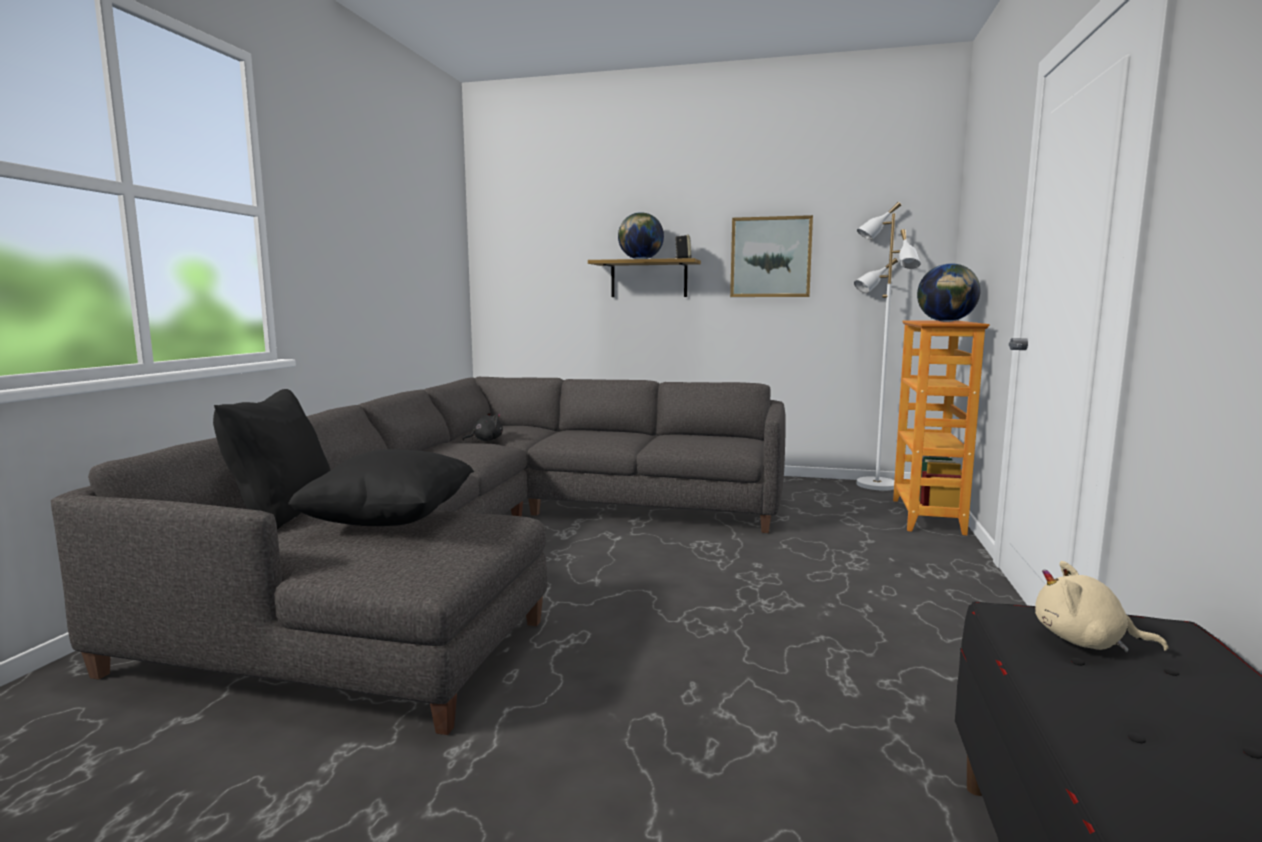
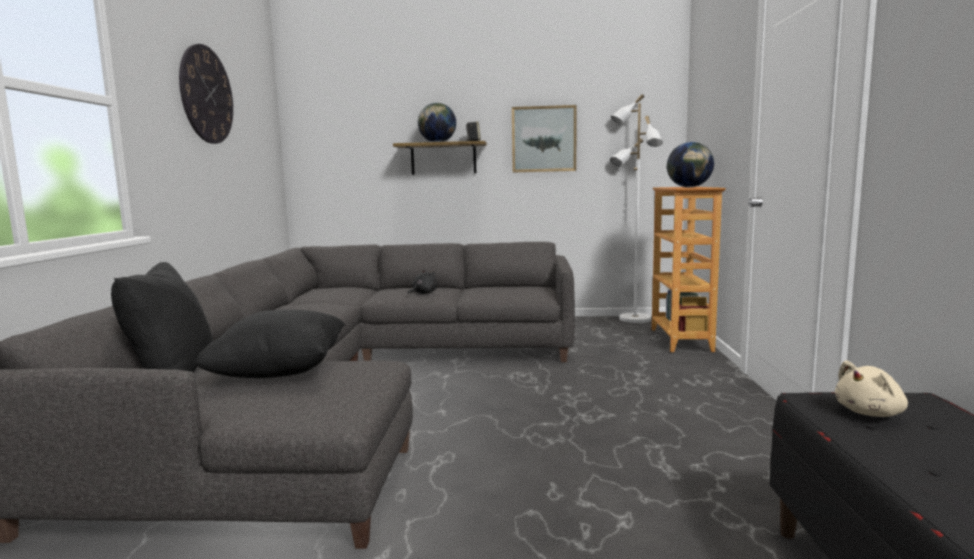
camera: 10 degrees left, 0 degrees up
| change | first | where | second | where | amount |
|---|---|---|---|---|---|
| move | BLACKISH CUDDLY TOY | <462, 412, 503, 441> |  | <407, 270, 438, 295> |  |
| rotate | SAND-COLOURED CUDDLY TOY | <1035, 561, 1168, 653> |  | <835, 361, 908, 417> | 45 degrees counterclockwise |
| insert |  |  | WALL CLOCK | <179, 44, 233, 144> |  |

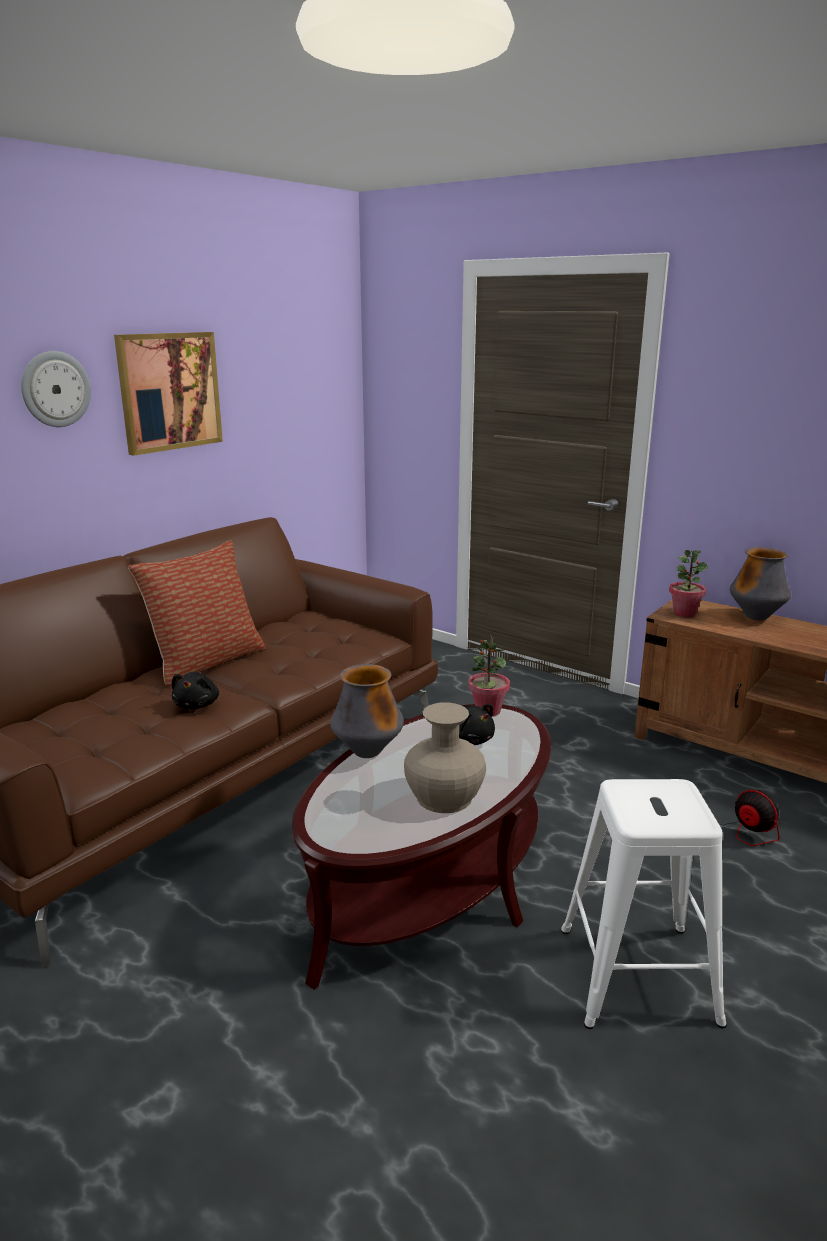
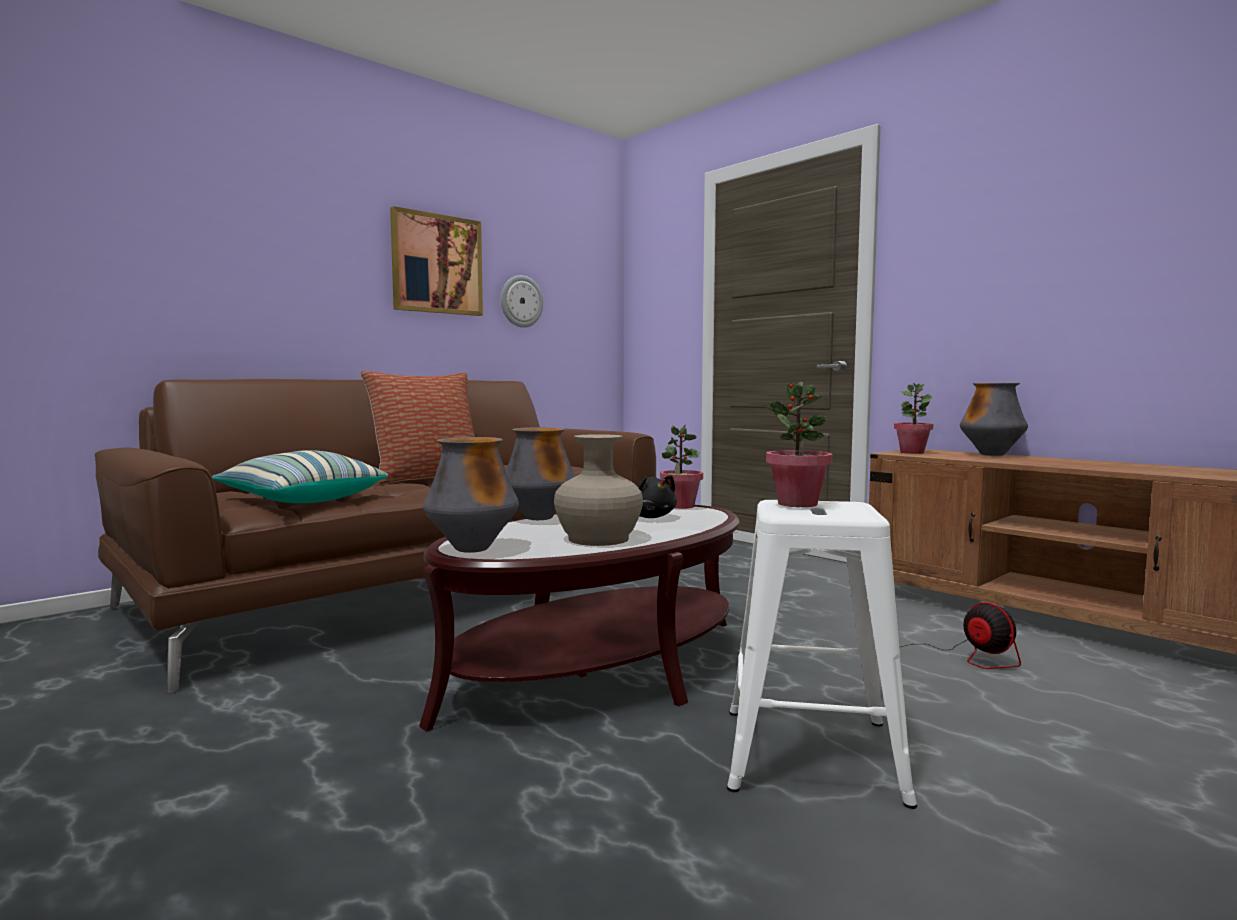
camera: 10 degrees right, 15 degrees down
| change | first | where | second | where | amount |
|---|---|---|---|---|---|
| move | WALL CLOCK | <21, 351, 91, 427> |  | <501, 275, 543, 328> |  |
| delete | BLACKISH CUDDLY TOY | <171, 672, 219, 709> |  |  |  |
| insert |  |  | CUSHION | <212, 450, 388, 503> |  |
| insert |  |  | DECORATIVE VASE | <423, 437, 519, 553> |  |
| insert |  |  | PLANT IN A POT | <766, 382, 832, 507> |  |

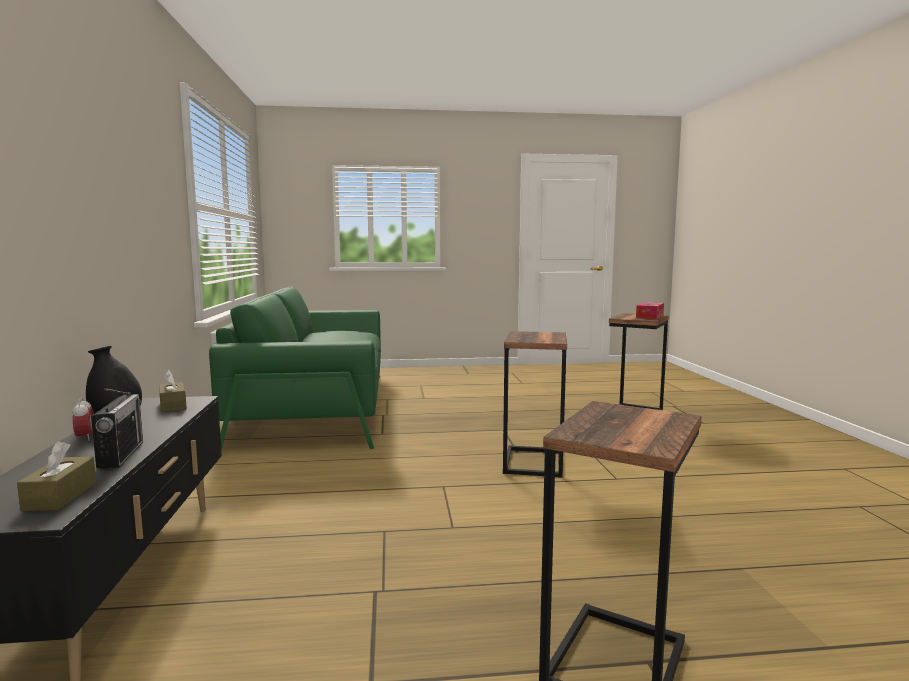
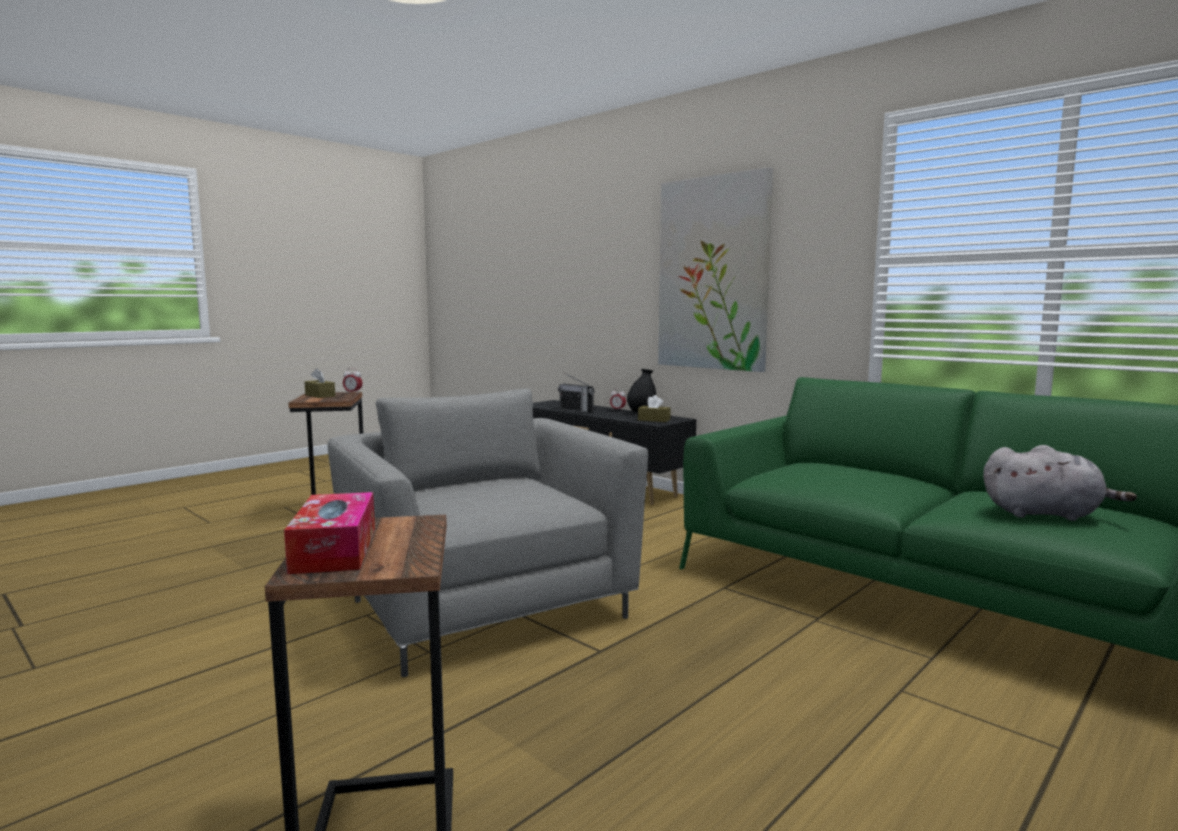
camera: 140 degrees right, 0 degrees up
| change | first | where | second | where | amount |
|---|---|---|---|---|---|
| move | BROWNISH TISSUE BOX | <17, 441, 96, 511> |  | <305, 368, 335, 398> |  |
| replace | ACCENT TABLE | <503, 331, 567, 478> | GREY ARMCHAIR | <327, 388, 648, 677> |  |
| insert |  |  | ALARM CLOCK | <343, 368, 362, 394> |  |
| insert |  |  | WALL PICTURE | <658, 167, 773, 372> |  |
| insert |  |  | GREY CUDDLY TOY | <983, 445, 1137, 521> |  |

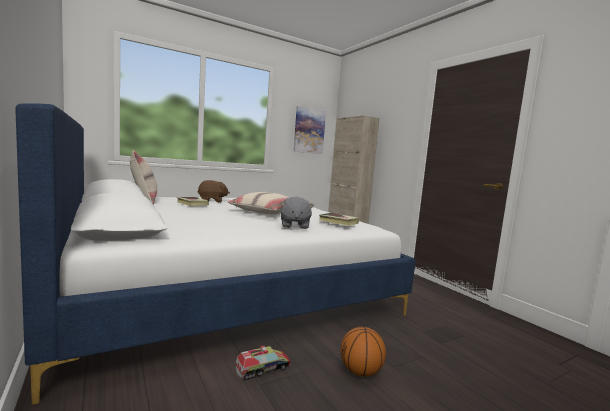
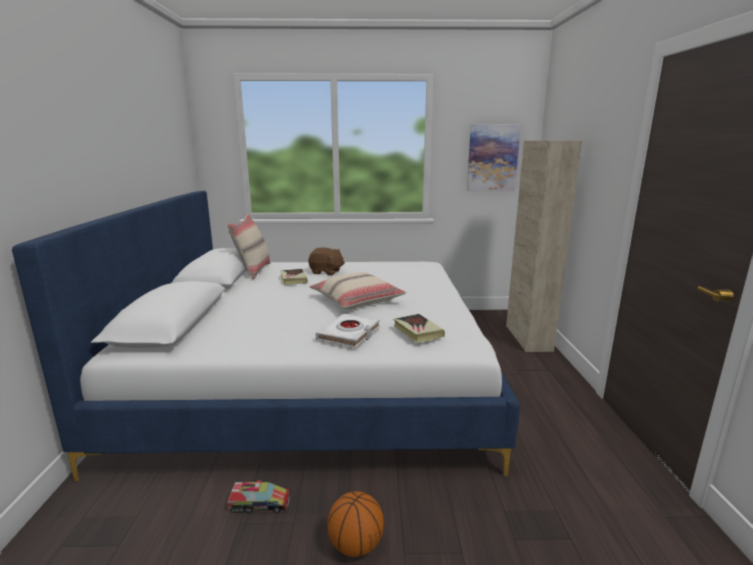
camera: 30 degrees right, 10 degrees up
| change | first | where | second | where | amount |
|---|---|---|---|---|---|
| replace | GREY CUDDLY TOY | <280, 197, 314, 229> | WHITISH BOUND BOOK | <316, 313, 380, 348> |  |

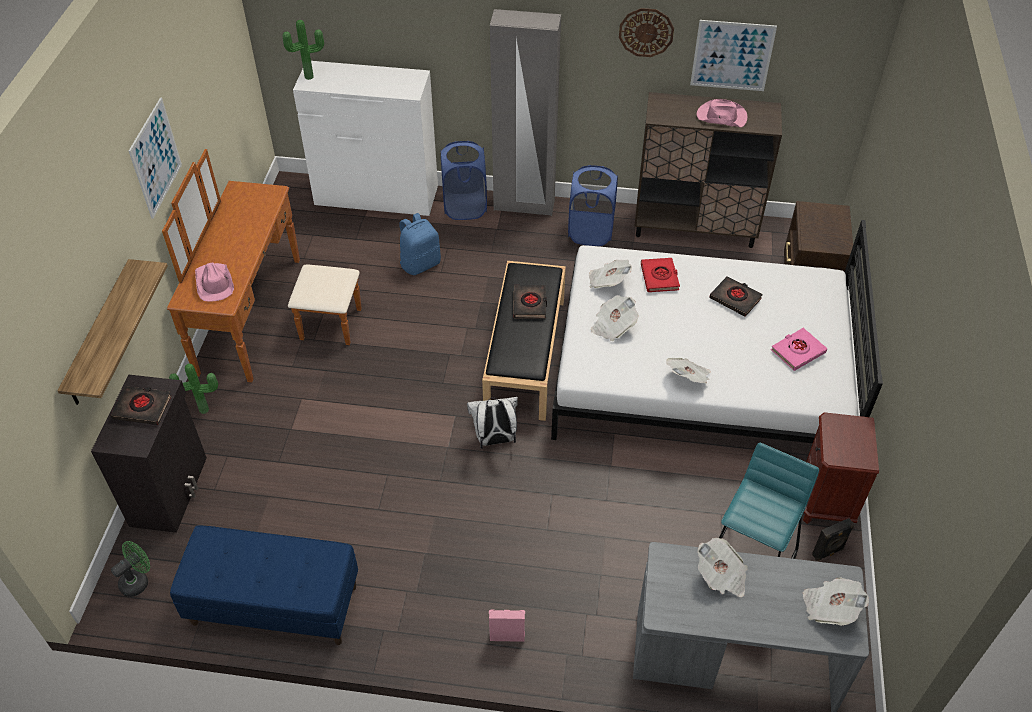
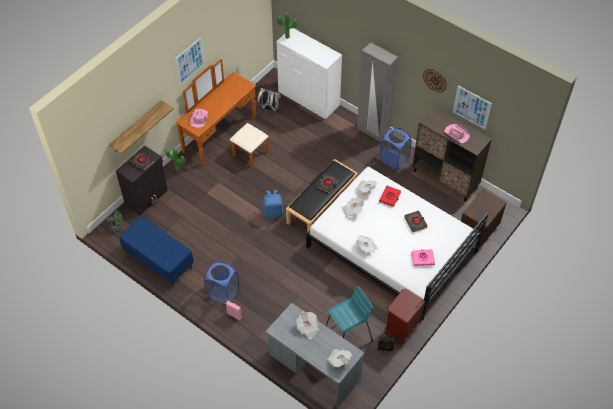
camera: 30 degrees right, 5 degrees up
| change | first | where | second | where | amount |
|---|---|---|---|---|---|
| move | BLUE RUCKSACK | <399, 213, 441, 275> |  | <262, 190, 284, 218> |  |
| move | BLUE HAMPER | <440, 141, 487, 220> |  | <204, 261, 239, 305> |  |
| move | WHITISH RUCKSACK | <467, 397, 518, 449> |  | <258, 88, 281, 111> |  |

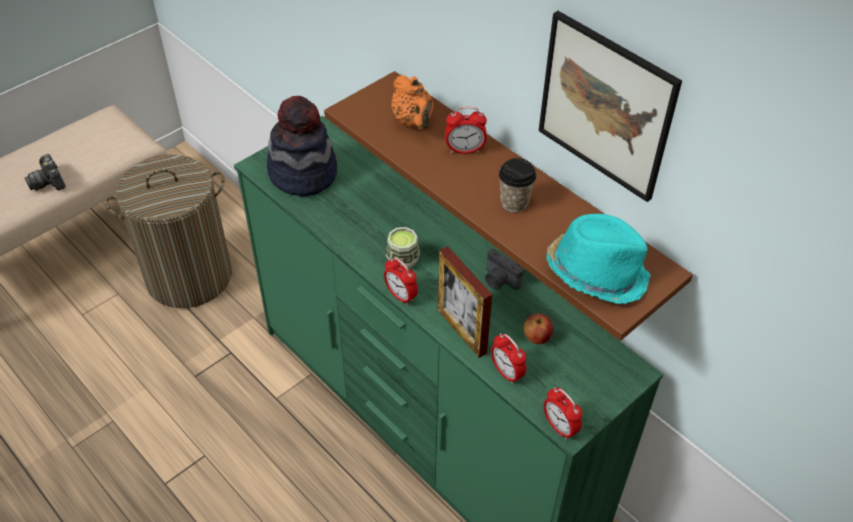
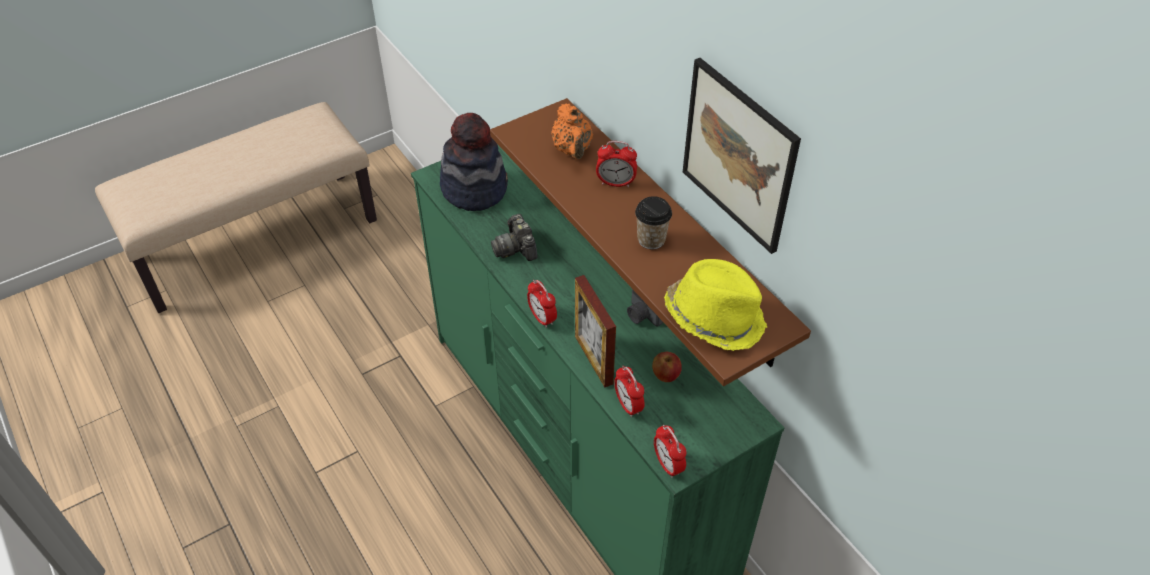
camera: 10 degrees right, 0 degrees up
| change | first | where | second | where | amount |
|---|---|---|---|---|---|
| move | STILL CAMERA | <25, 154, 66, 191> |  | <491, 214, 538, 261> |  |
| delete | HAMPER | <106, 155, 232, 308> |  |  |  |
| delete | CUP | <386, 227, 420, 269> |  |  |  |
| recolor | BLUE-GREEN HAT | <546, 214, 651, 304> | YELLOW-COLOURED HAT | <664, 259, 767, 351> |  |

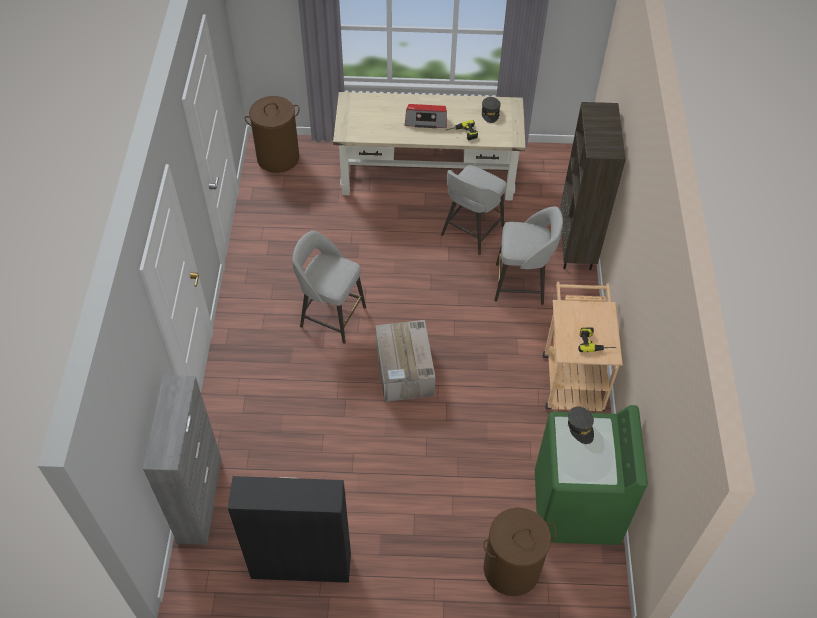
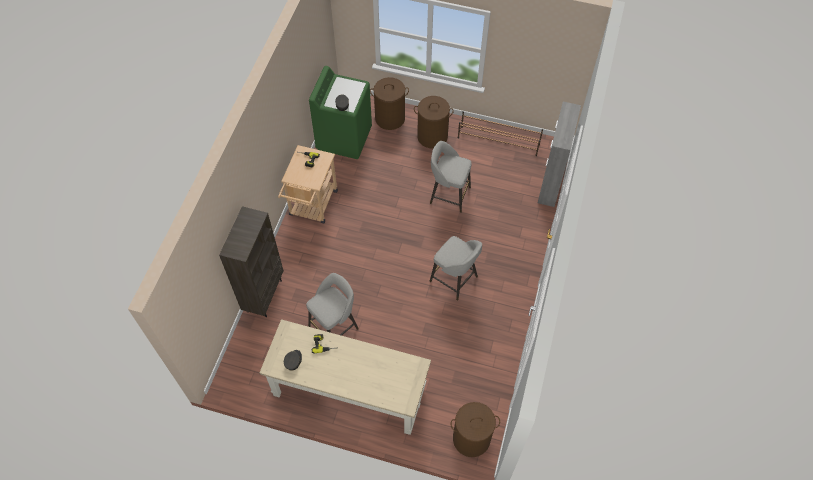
camera: 165 degrees left, 5 degrees up
| change | first | where | second | where | amount |
|---|---|---|---|---|---|
| replace | BLACKISH CUPBOARD | <228, 476, 351, 583> | BROWNISH SHOE SHELF | <458, 111, 543, 156> |  |
| delete | CARDBOARD BOX | <375, 320, 436, 402> |  |  |  |
| delete | RADIO | <405, 104, 447, 128> |  |  |  |
| move | GREY STOOL | <494, 206, 563, 305> |  | <430, 141, 471, 213> |  |
| insert |  |  | BROWNISH HAMPER | <414, 96, 454, 148> |  |

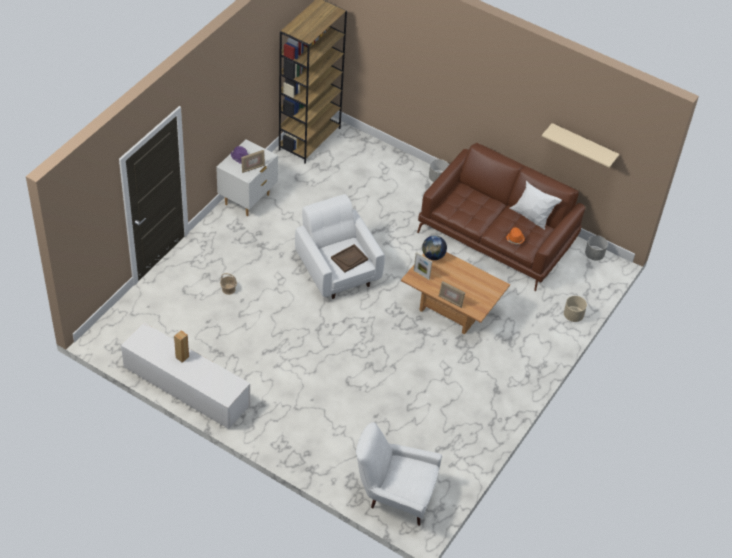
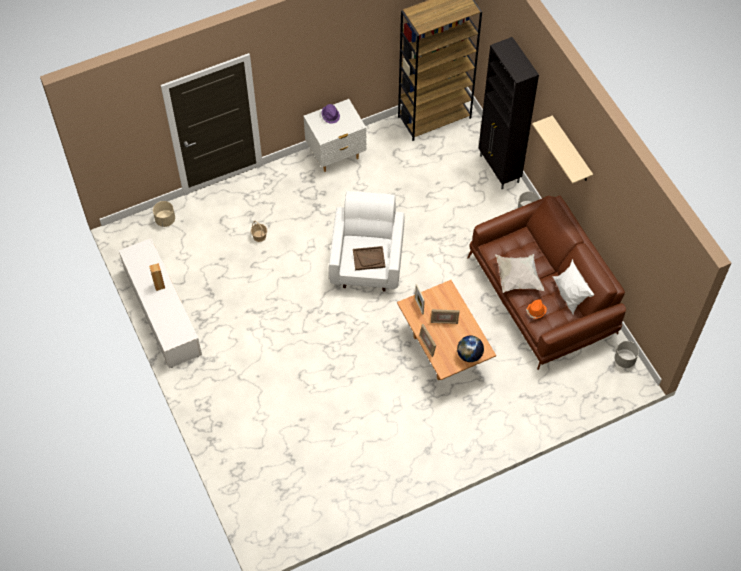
camera: 35 degrees right, 10 degrees up
| change | first | where | second | where | amount |
|---|---|---|---|---|---|
| move | STANDING FRAME | <241, 150, 265, 173> |  | <431, 309, 460, 324> |  |
| delete | WHITISH ARMCHAIR | <356, 422, 442, 526> |  |  |  |
| move | GLOBE | <422, 235, 447, 260> |  | <457, 336, 484, 362> |  |
| move | SAND-COLOURED BRACKET SHELF | <542, 123, 619, 168> |  | <532, 115, 593, 184> |  |
| move | SAND-COLOURED PLANTER | <564, 296, 587, 322> |  | <153, 201, 175, 227> |  |
| insert |  |  | BLACKISH CUPBOARD | <478, 37, 539, 189> |  |
| insert |  |  | WHITISH CUSHION | <495, 254, 544, 293> |  |

